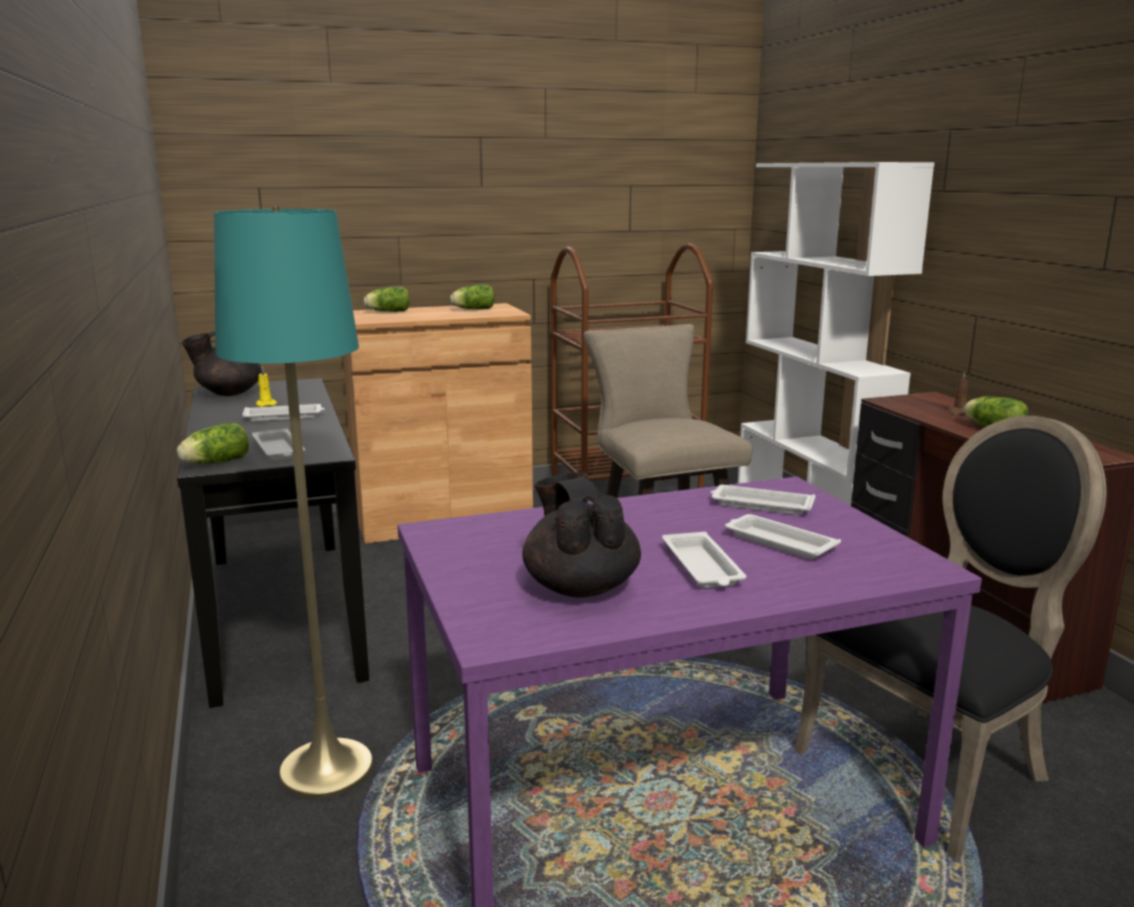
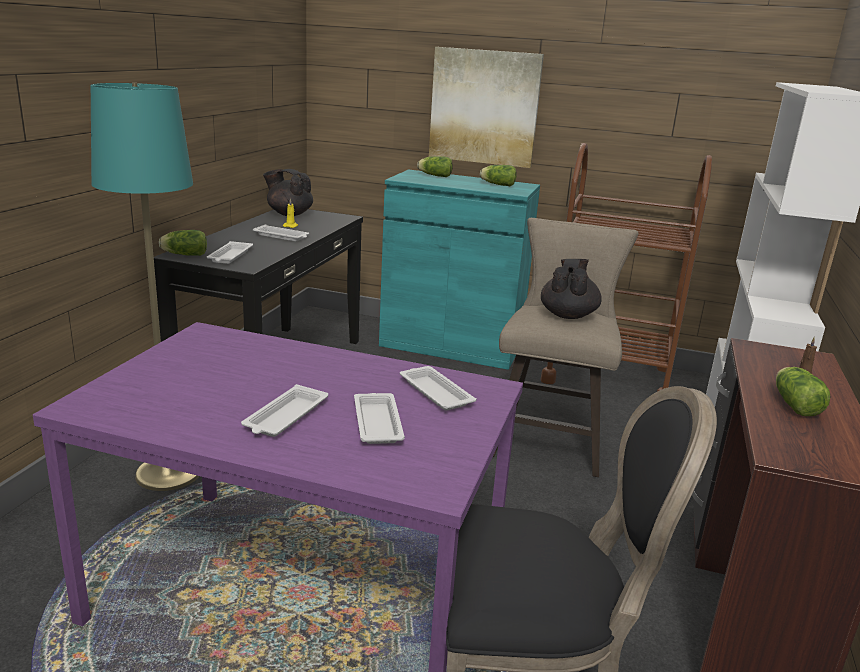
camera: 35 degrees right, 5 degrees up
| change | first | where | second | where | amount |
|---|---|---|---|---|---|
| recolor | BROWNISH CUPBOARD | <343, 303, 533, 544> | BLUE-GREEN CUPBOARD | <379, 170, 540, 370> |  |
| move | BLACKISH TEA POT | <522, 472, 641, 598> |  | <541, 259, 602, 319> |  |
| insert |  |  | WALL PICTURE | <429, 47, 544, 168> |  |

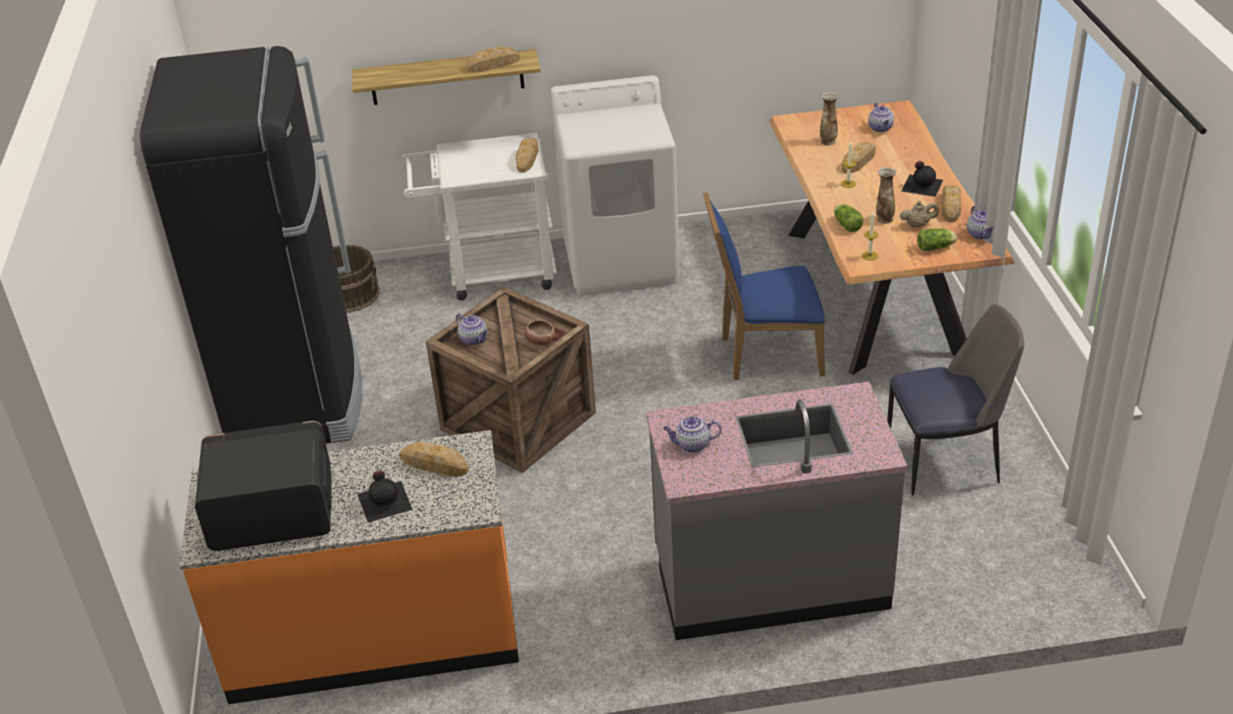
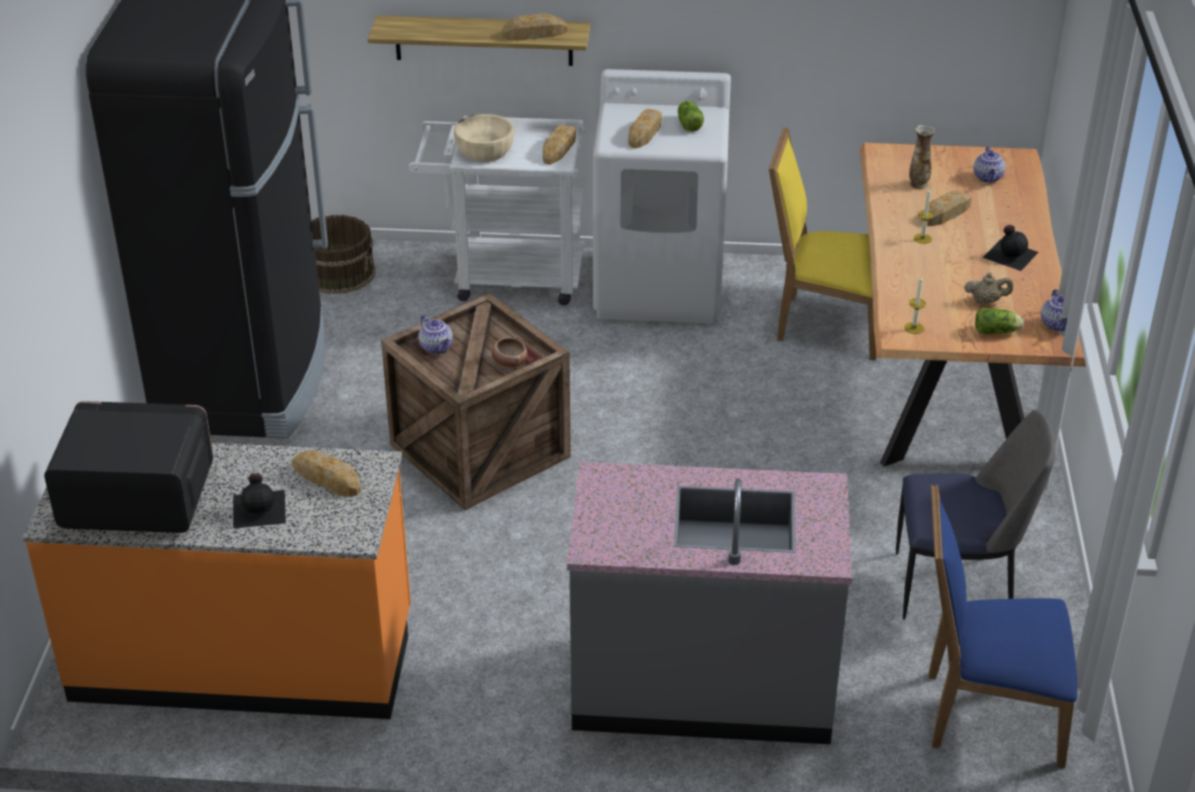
camera: 10 degrees right, 0 degrees up
| change | first | where | second | where | amount |
|---|---|---|---|---|---|
| delete | TEA POT | <663, 416, 722, 453> |  |  |  |
| move | BLUE UPRIGHT CHAIR | <703, 191, 825, 380> |  | <928, 484, 1078, 768> |  |
| move | LETTUCE HEAD | <834, 204, 863, 232> |  | <678, 101, 704, 132> |  |
| delete | DECORATIVE VASE | <876, 167, 896, 224> |  |  |  |
| move | BAKERY BREAD | <942, 185, 961, 222> |  | <628, 109, 662, 148> |  |
| insert |  |  | SAND-COLOURED DEEP DISH | <454, 114, 515, 162> |  |
| insert |  |  | YELLOW-COLOURED UPRIGHT CHAIR | <769, 127, 877, 361> |  |

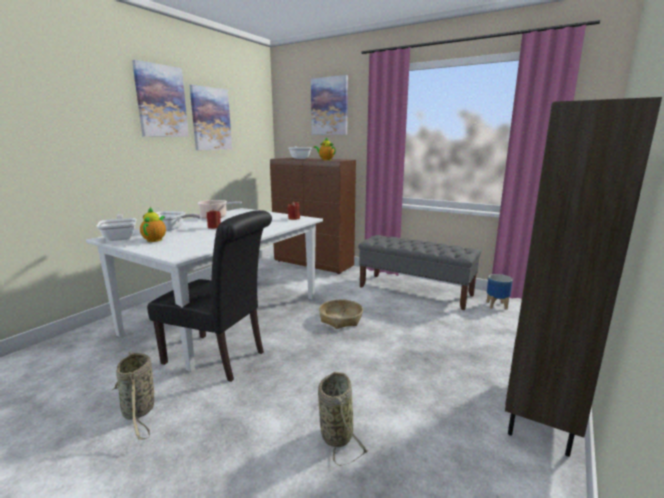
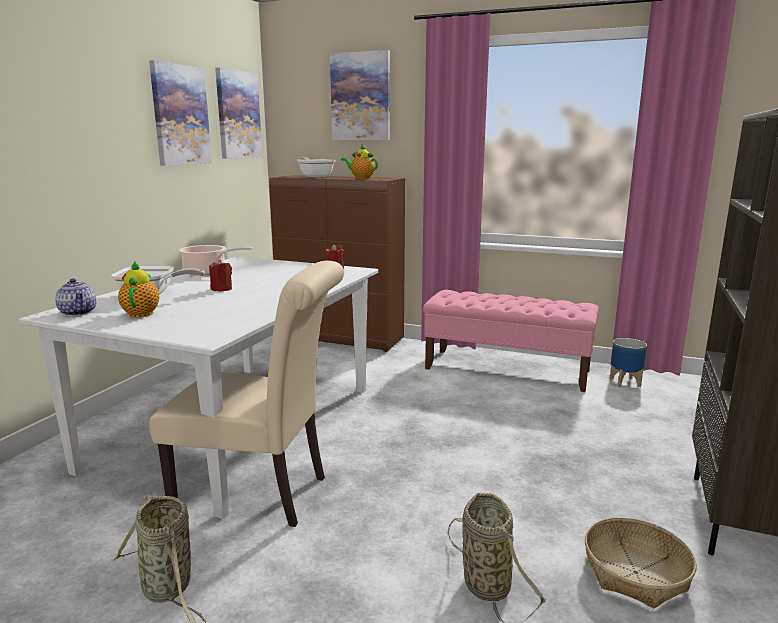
camera: 10 degrees left, 0 degrees up
| change | first | where | second | where | amount |
|---|---|---|---|---|---|
| replace | PAN | <97, 214, 136, 241> | TEA POT | <55, 278, 96, 316> |  |
| move | WALL PICTURE | <132, 60, 189, 137> |  | <215, 67, 262, 159> |  |
| recolor | BLACKISH UPRIGHT CHAIR | <147, 210, 272, 382> | SAND-COLOURED UPRIGHT CHAIR | <149, 261, 344, 527> |  |
| move | BASKET | <319, 299, 363, 329> |  | <585, 517, 697, 608> |  |
| recolor | GREY BENCH | <358, 235, 481, 310> | PINK BENCH | <423, 290, 599, 392> |  |

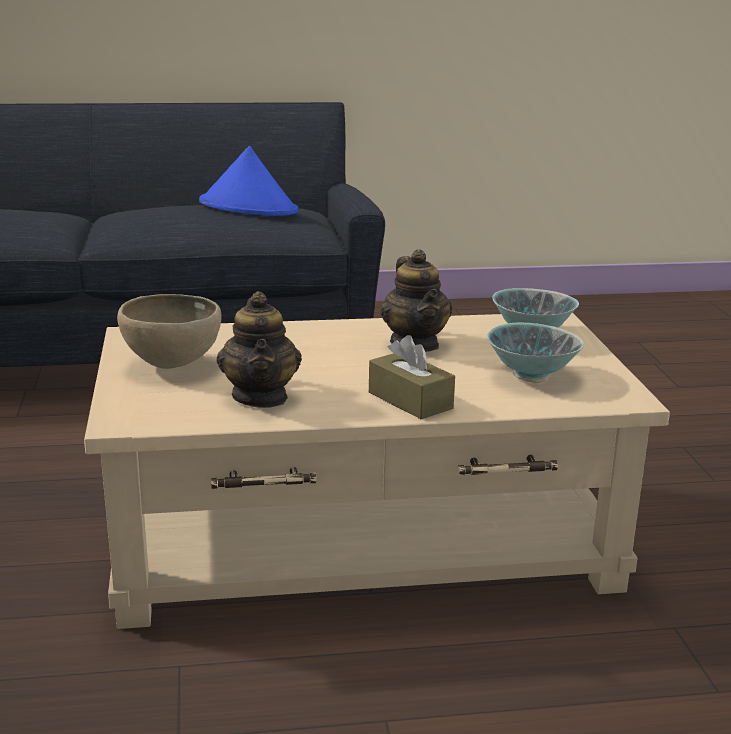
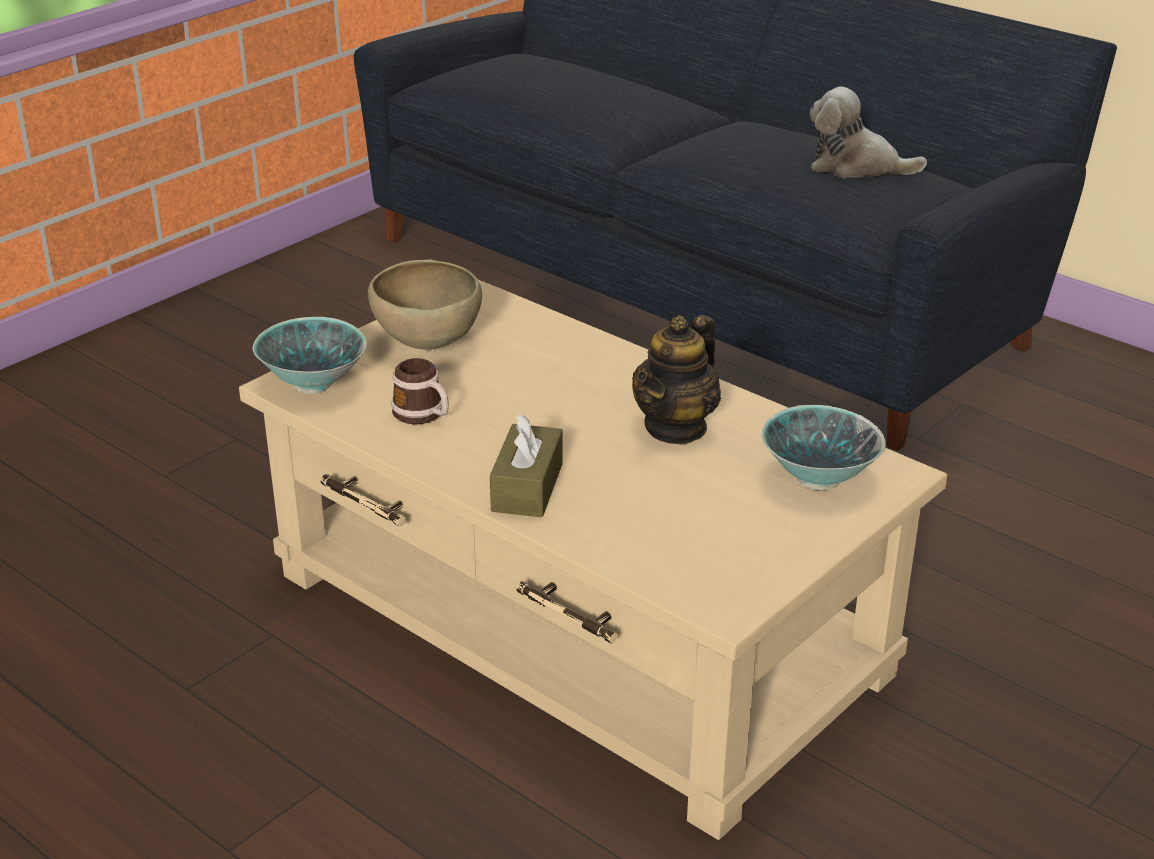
camera: 50 degrees right, 10 degrees up
| change | first | where | second | where | amount |
|---|---|---|---|---|---|
| replace | BLUE HAT | <199, 146, 298, 216> | CUDDLY TOY | <810, 86, 927, 179> |  |
| replace | TEA POT | <217, 291, 302, 408> | MUG | <391, 358, 449, 424> |  |
| move | DEEP DISH | <487, 322, 584, 383> |  | <253, 317, 367, 394> |  |

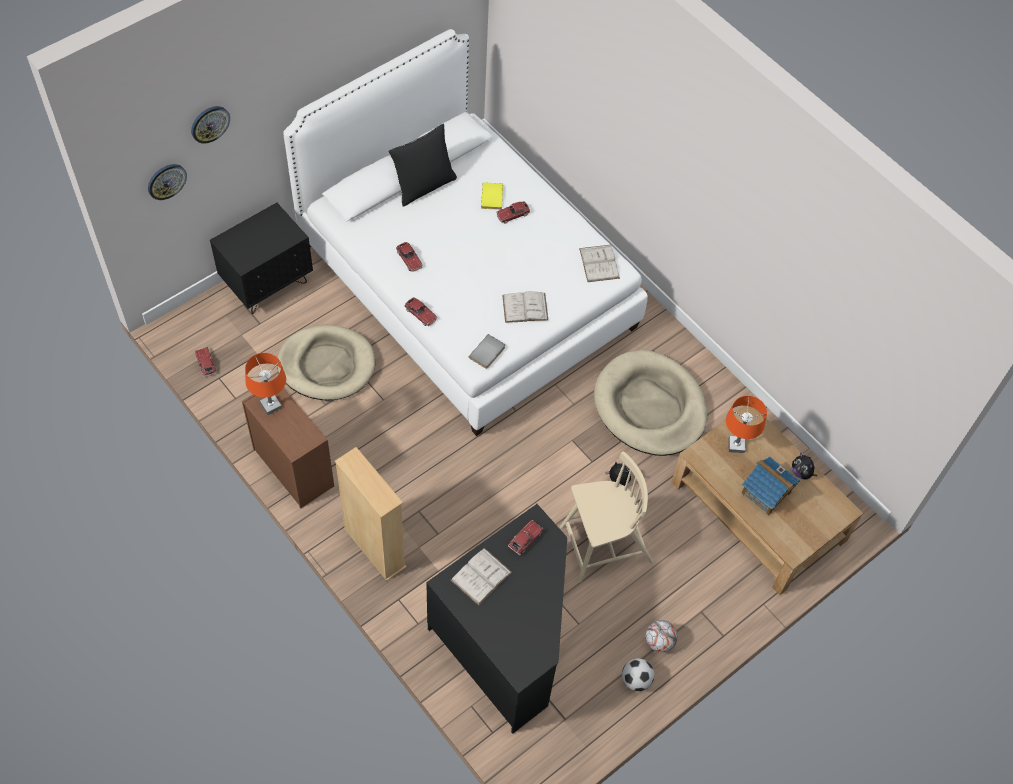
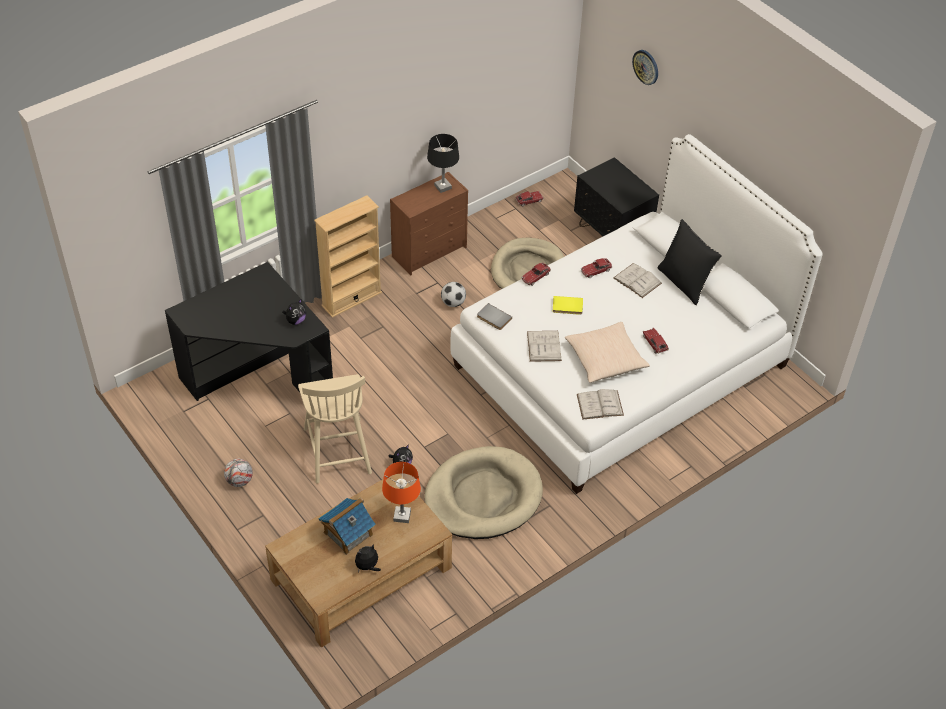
camera: 95 degrees right, 10 degrees down
| change | first | where | second | where | amount |
|---|---|---|---|---|---|
| delete | WALL CLOCK | <148, 164, 187, 200> |  |  |  |
| recolor | ORANGE-COLOURED TABLE LAMP | <245, 353, 286, 415> | BLACKISH TABLE LAMP | <427, 134, 459, 193> |  |
| move | WHITISH BOUND BOOK | <450, 548, 512, 605> |  | <613, 263, 662, 298> |  |
| move | YELLOW-COLOURED BOUND BOOK | <481, 182, 503, 210> |  | <553, 296, 583, 315> |  |
| replace | TOY CAR | <508, 520, 544, 555> | CUDDLY TOY | <282, 299, 306, 325> |  |
| move | FOOTBALL | <622, 658, 654, 691> |  | <441, 282, 466, 307> |  |
| insert |  |  | SAND-COLOURED CUSHION | <564, 322, 650, 383> |  |

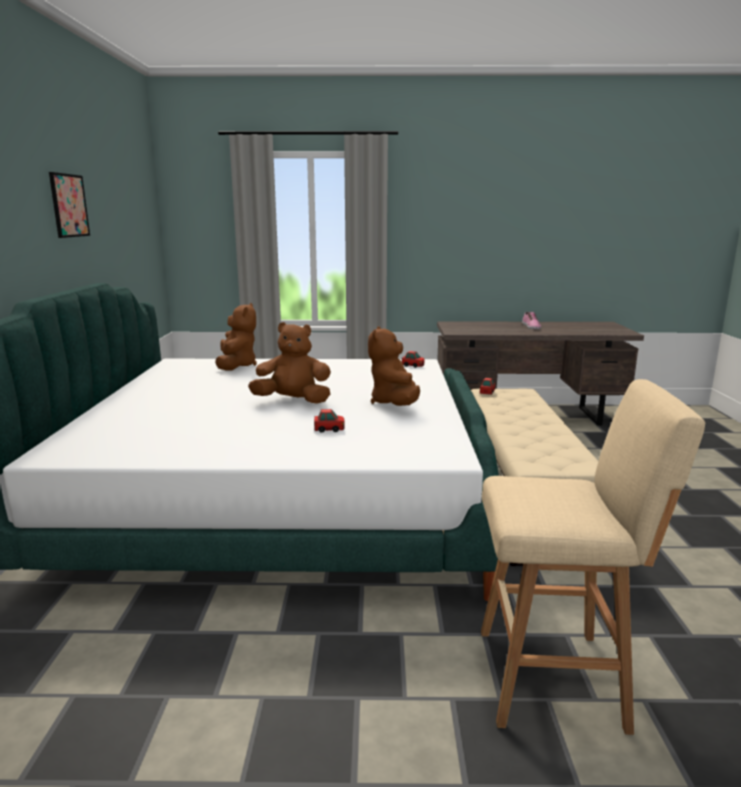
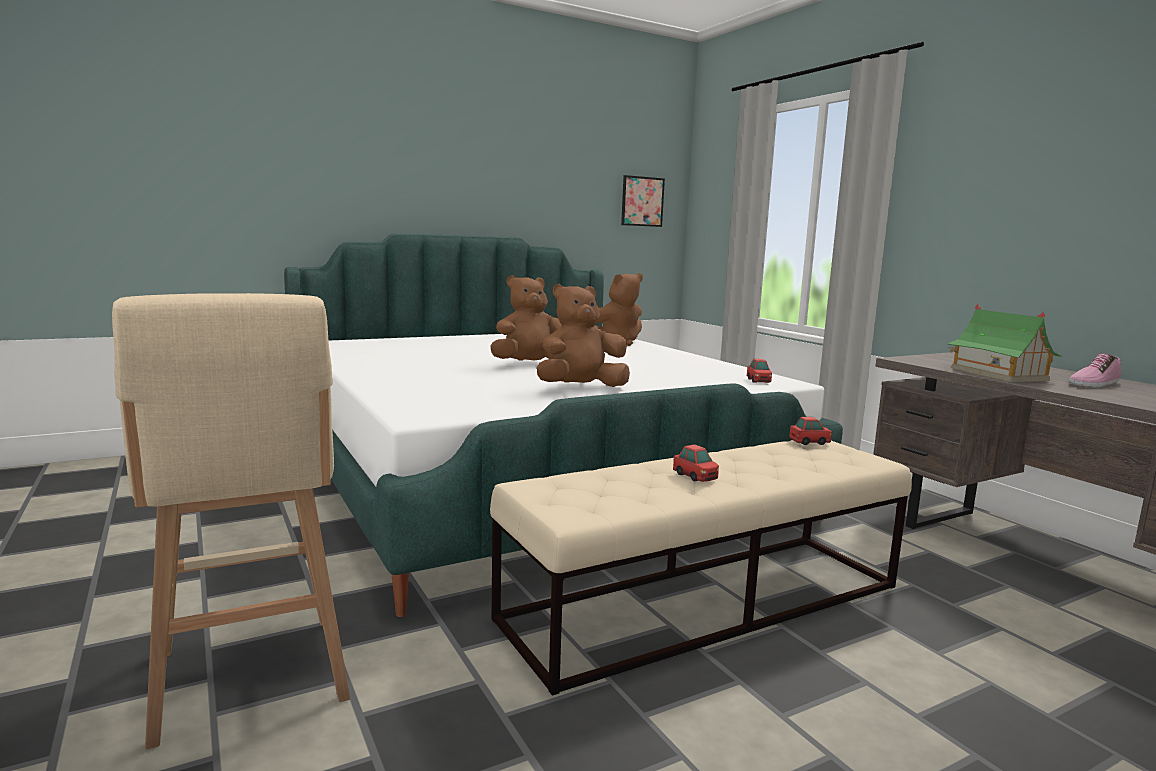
camera: 60 degrees right, 5 degrees down
| change | first | where | second | where | amount |
|---|---|---|---|---|---|
| move | WALL PICTURE | <49, 172, 90, 238> |  | <621, 175, 665, 227> |  |
| rotate | BROWNISH CUDDLY TOY | <248, 322, 331, 404> |  | <490, 275, 562, 361> | 90 degrees counterclockwise |
| move | TOY CAR | <314, 409, 345, 433> |  | <673, 444, 719, 482> |  |
| insert |  |  | MINIATURE HOUSE | <948, 304, 1063, 382> |  |

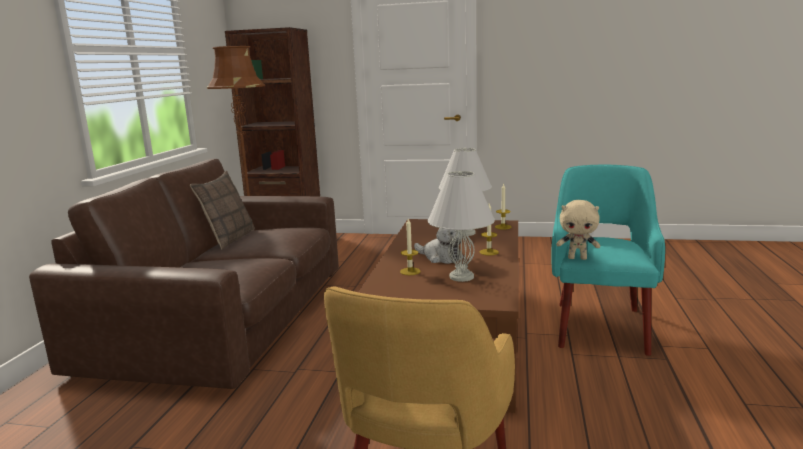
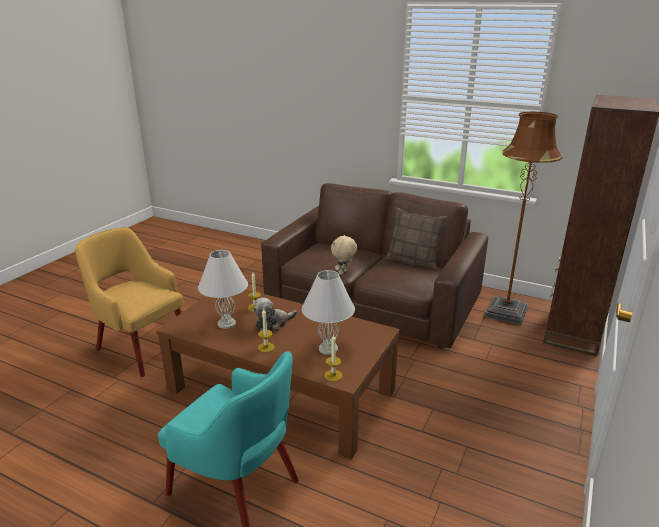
camera: 105 degrees right, 10 degrees up
| change | first | where | second | where | amount |
|---|---|---|---|---|---|
| move | SAND-COLOURED CUDDLY TOY | <556, 200, 600, 260> |  | <331, 234, 357, 275> |  |

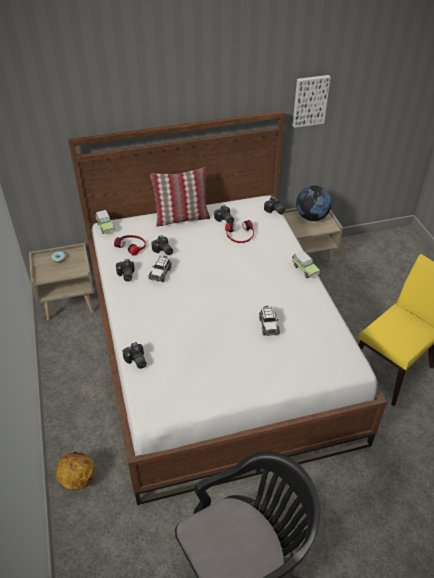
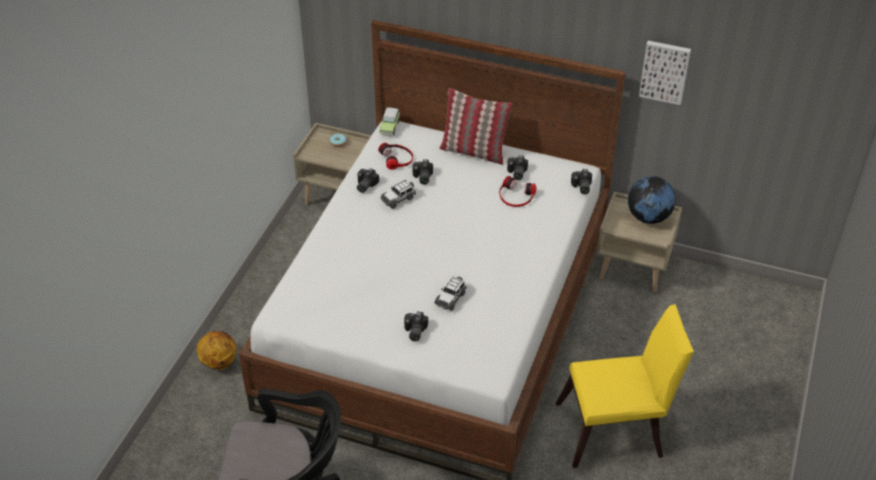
camera: 35 degrees right, 0 degrees up
| change | first | where | second | where | amount |
|---|---|---|---|---|---|
| move | STILL CAMERA | <122, 342, 146, 369> |  | <404, 312, 428, 342> |  |
| delete | TOY CAR | <292, 251, 320, 278> |  |  |  |

